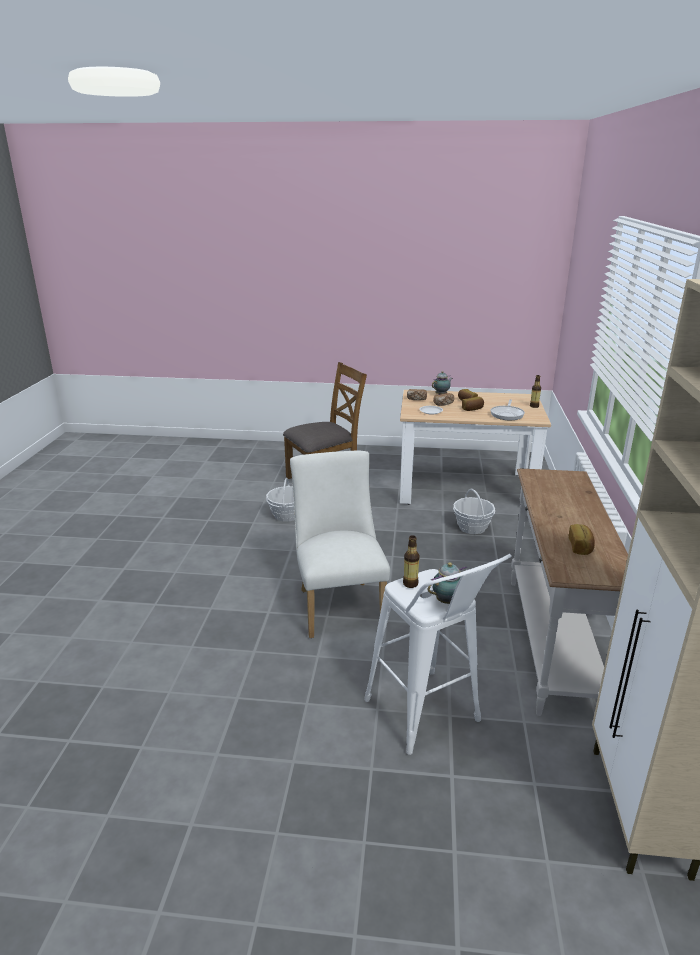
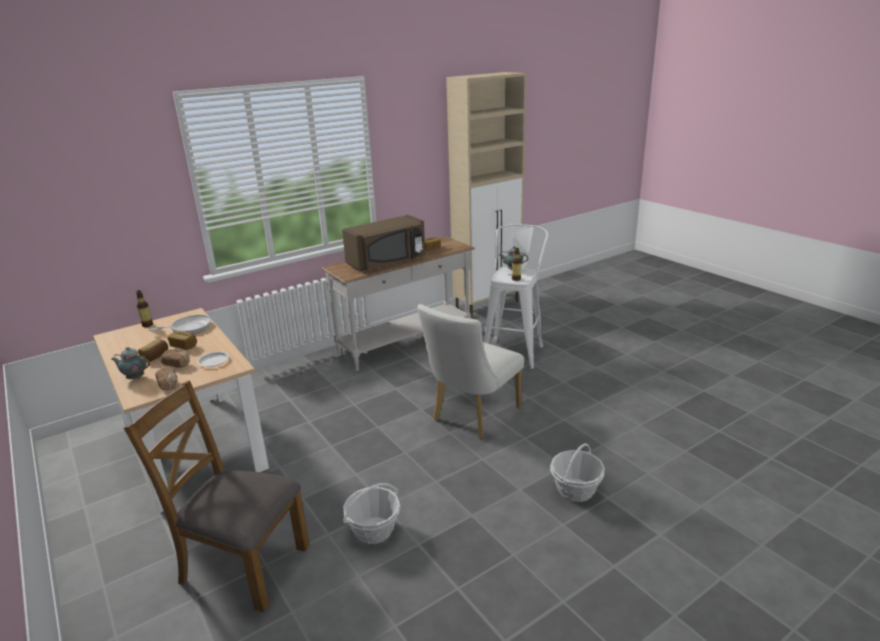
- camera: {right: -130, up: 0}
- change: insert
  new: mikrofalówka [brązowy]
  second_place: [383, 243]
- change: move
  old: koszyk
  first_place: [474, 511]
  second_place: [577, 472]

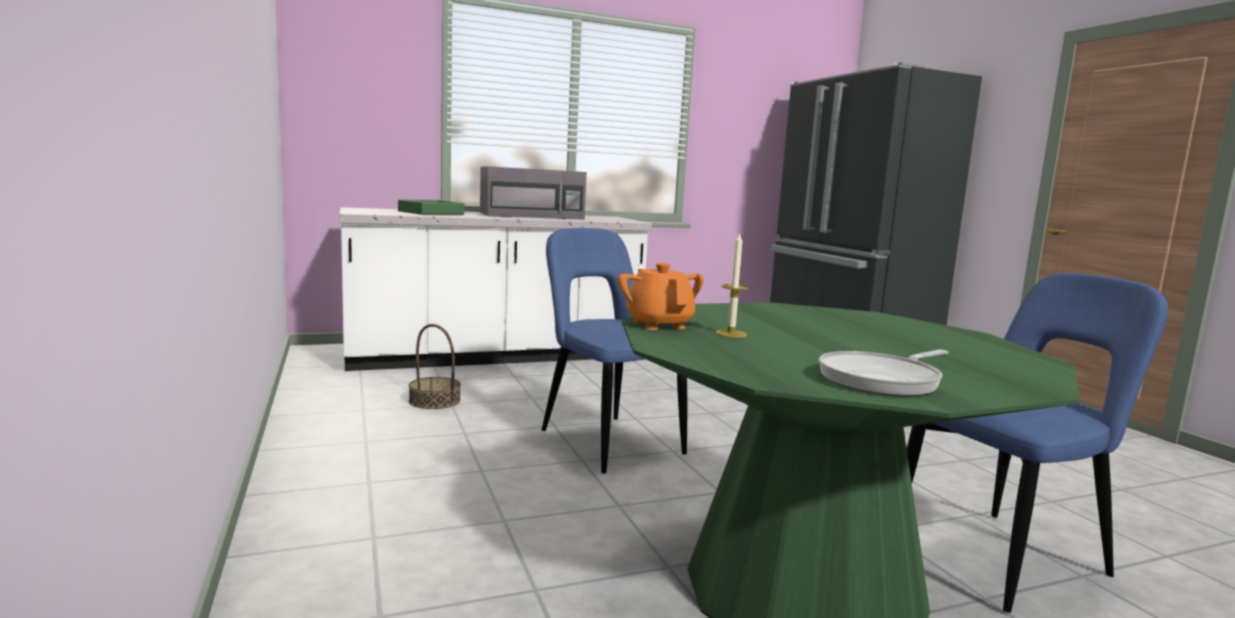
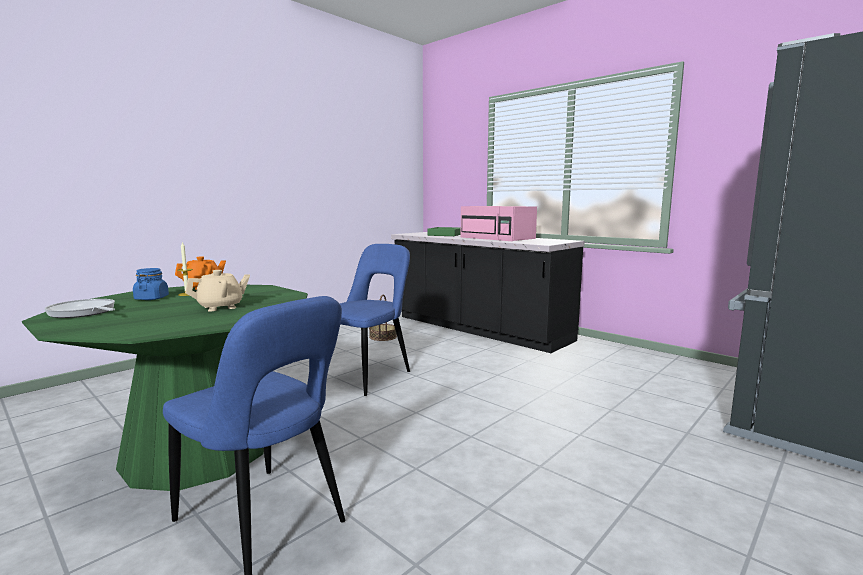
- camera: {right: 65, up: 0}
- change: insert
  new: słoik [niebieski]
  second_place: [151, 284]
- change: insert
  new: imbryk [beżowy]
  second_place: [217, 290]
- change: recolor
  old: zabudowa kuchenna [biały]
  new: zabudowa kuchenna [czarny]
  first_place: [496, 289]
  second_place: [488, 292]
- change: recolor
  old: mikrofalówka [szary]
  new: mikrofalówka [różowy]
  first_place: [533, 193]
  second_place: [499, 223]

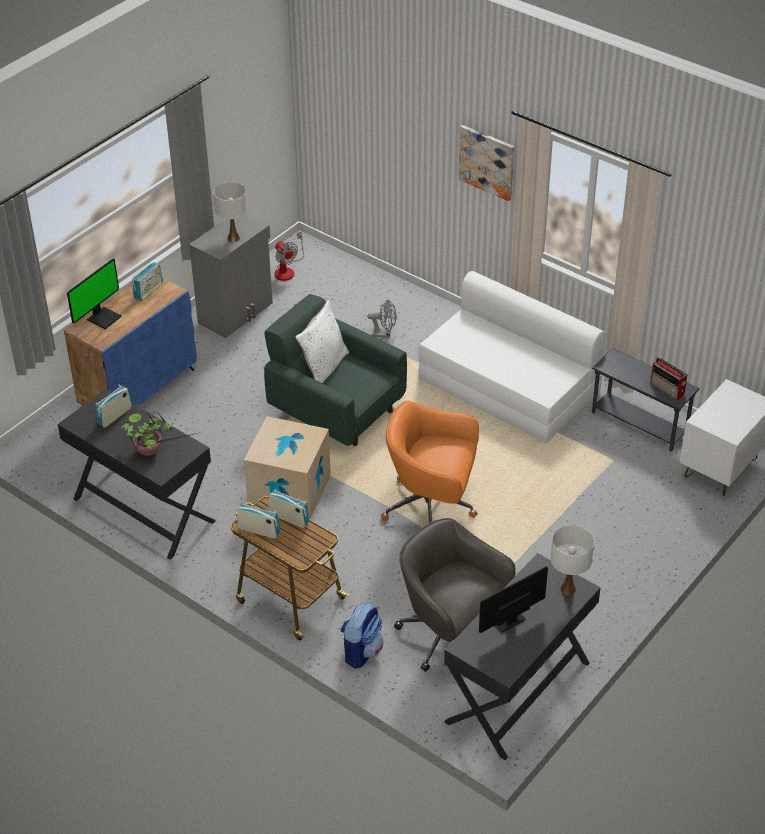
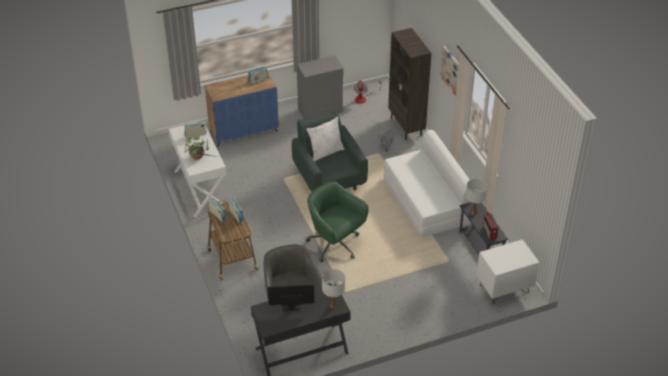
- camera: {right: 30, up: 0}
- change: recolor
  old: biurko [czarny]
  new: biurko [biały]
  first_place: [136, 474]
  second_place: [197, 169]
- change: recolor
  old: krzesło biurowe [pomarańczowy]
  new: krzesło biurowe [zielony]
  first_place: [430, 462]
  second_place: [337, 221]
- change: insert
  new: regał [brązowy]
  second_place: [410, 84]
- change: move
  old: lampa stołowa [biały]
  first_place: [230, 212]
  second_place: [477, 197]
- change: delete
  old: monitor
  first_place: [94, 294]
- change: delete
  old: karton
  first_place: [287, 467]
- change: delete
  old: plecak
  first_place: [361, 635]

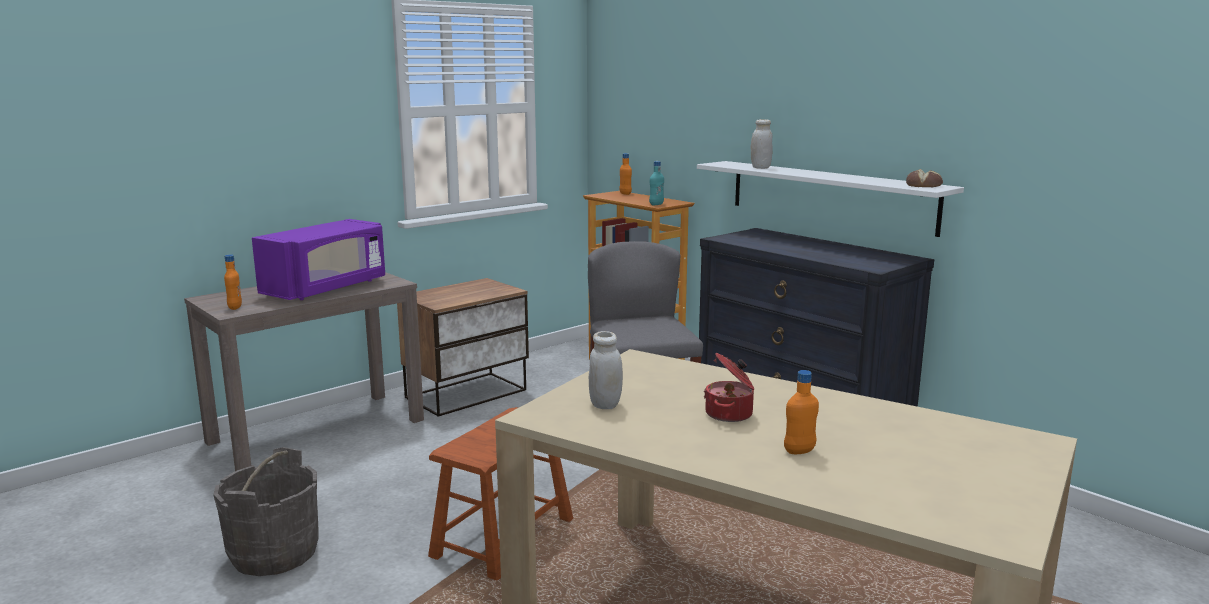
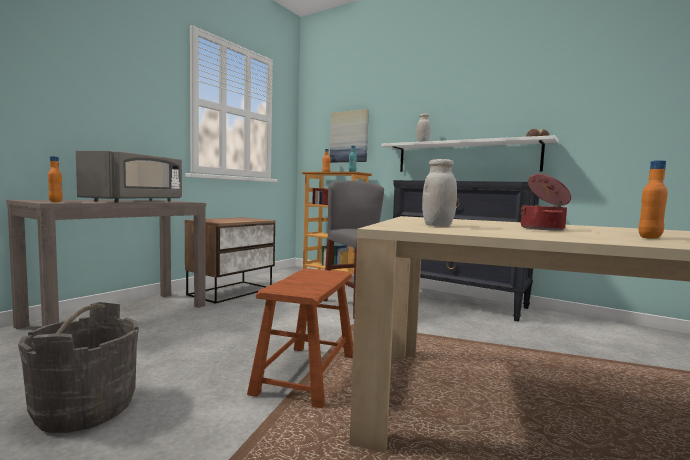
- camera: {right: -15, up: -10}
- change: recolor
  old: mikrofalówka [fioletowy]
  new: mikrofalówka [szary]
  first_place: [318, 259]
  second_place: [129, 176]
- change: insert
  new: obraz
  second_place: [349, 135]

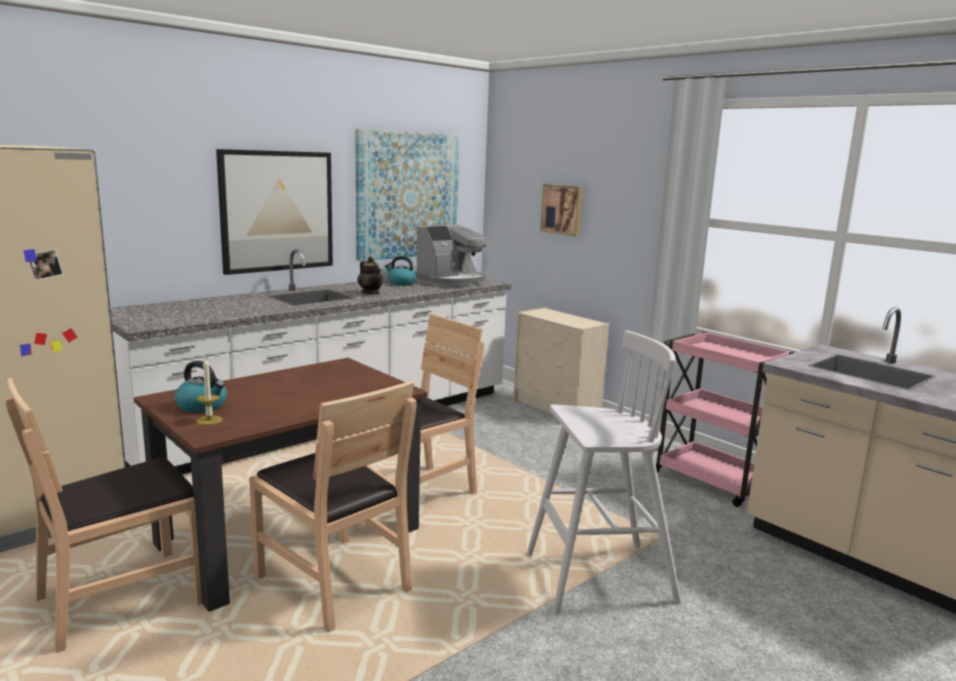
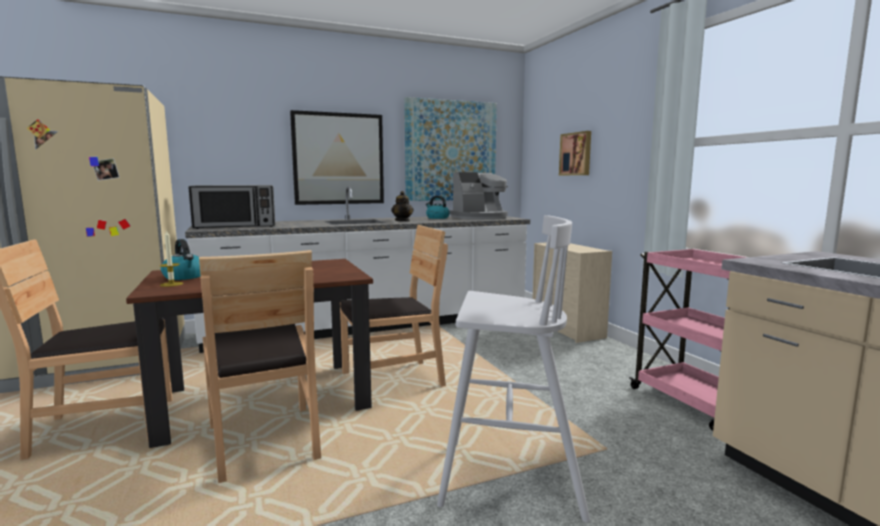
- camera: {right: 20, up: -5}
- change: insert
  new: mikrofalówka
  second_place: [231, 207]

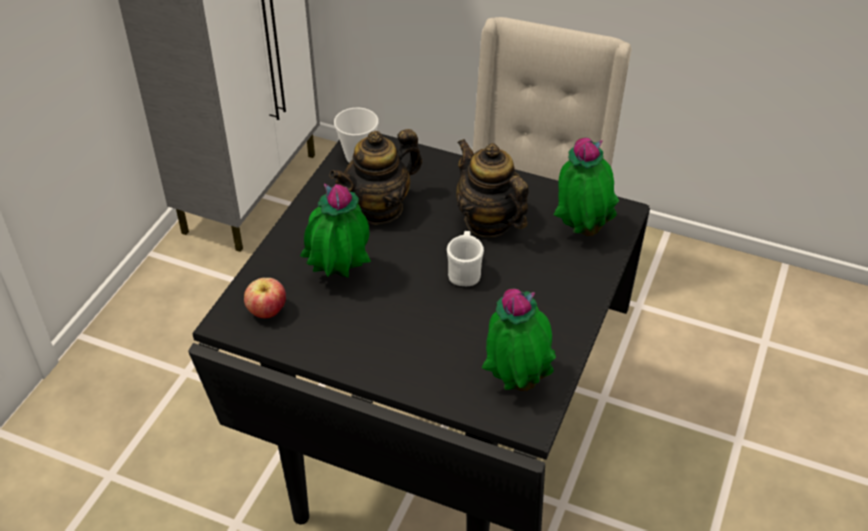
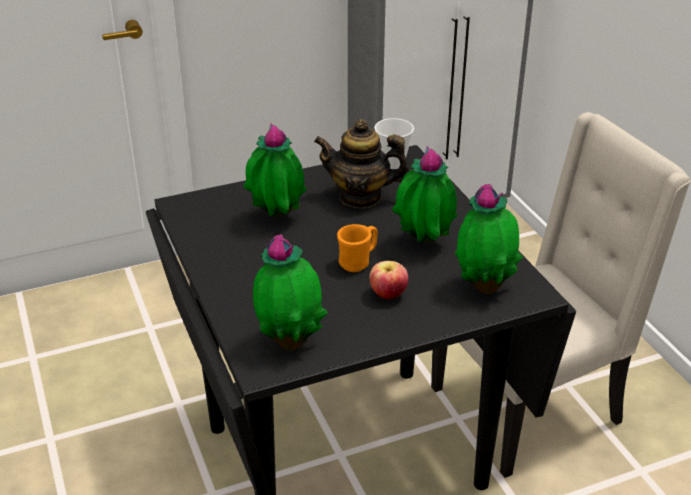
- camera: {right: 45, up: -10}
- change: recolor
  old: kubek [biały]
  new: kubek [pomarańczowy]
  first_place: [465, 258]
  second_place: [357, 248]
- change: move
  old: jabłko
  first_place: [265, 298]
  second_place: [389, 280]
- change: replace
  old: imbryk
  new: roślina doniczkowa
  first_place: [492, 188]
  second_place: [424, 194]

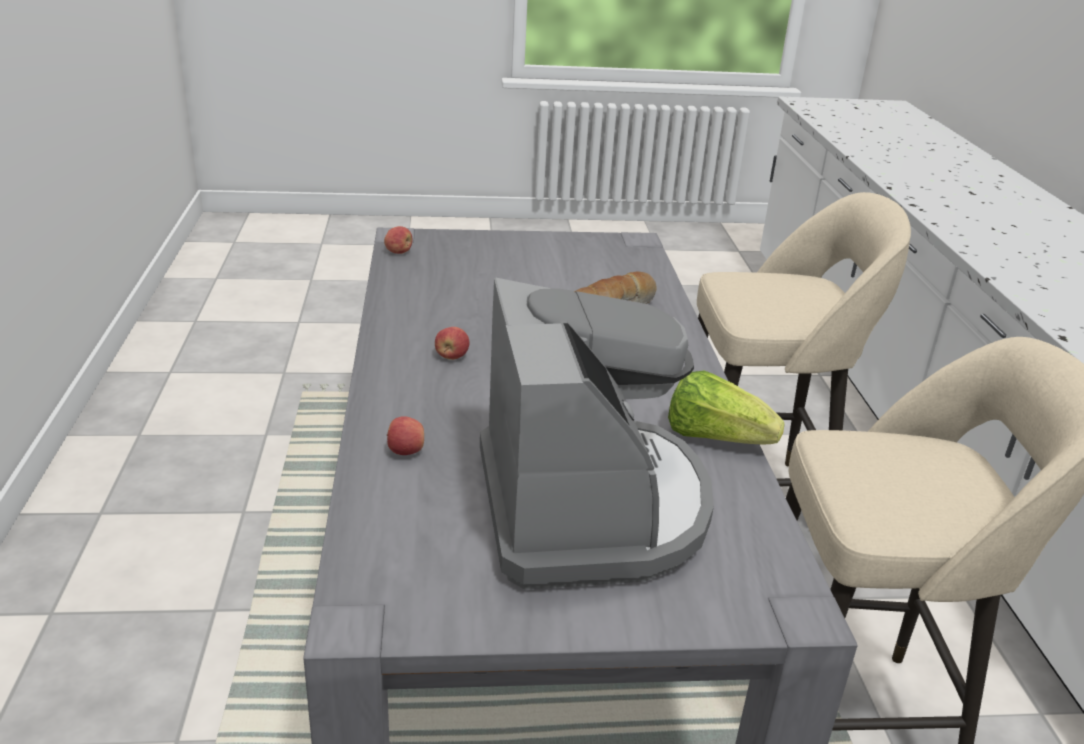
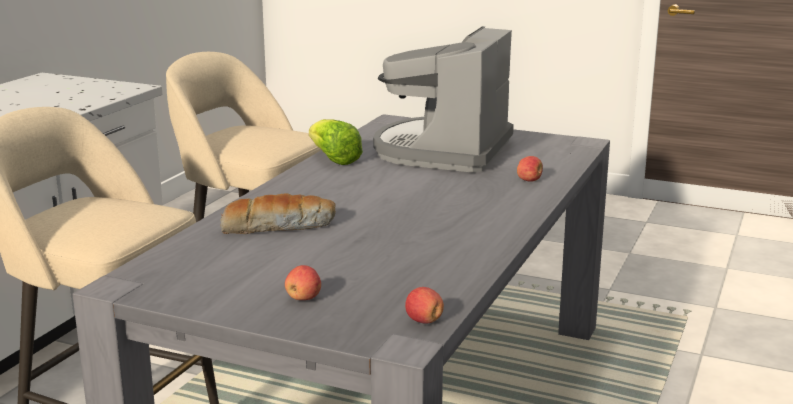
- camera: {right: -150, up: -10}
- change: move
  old: jabłko
  first_place: [452, 343]
  second_place: [303, 282]

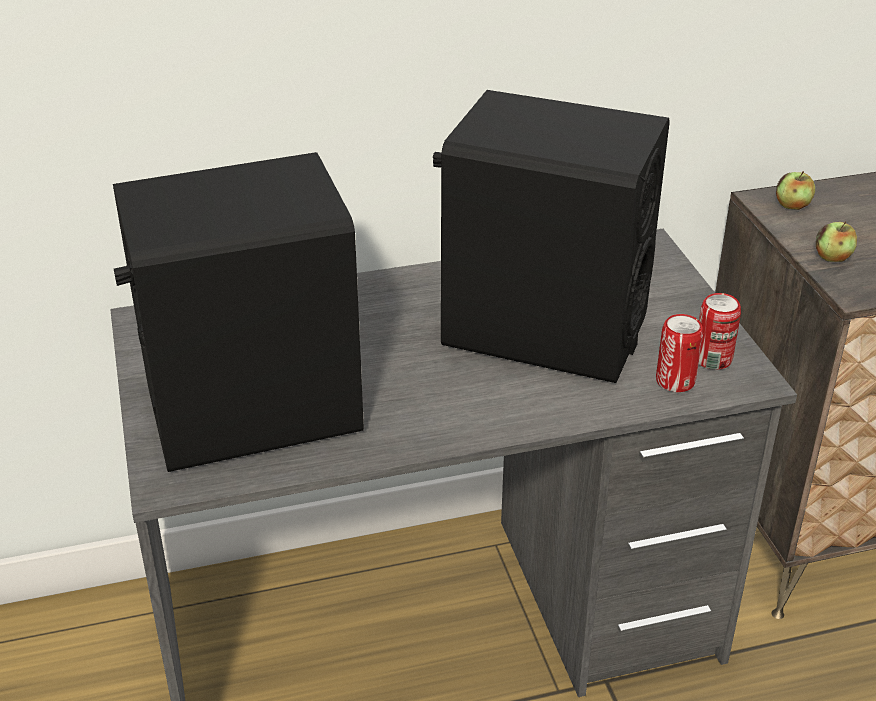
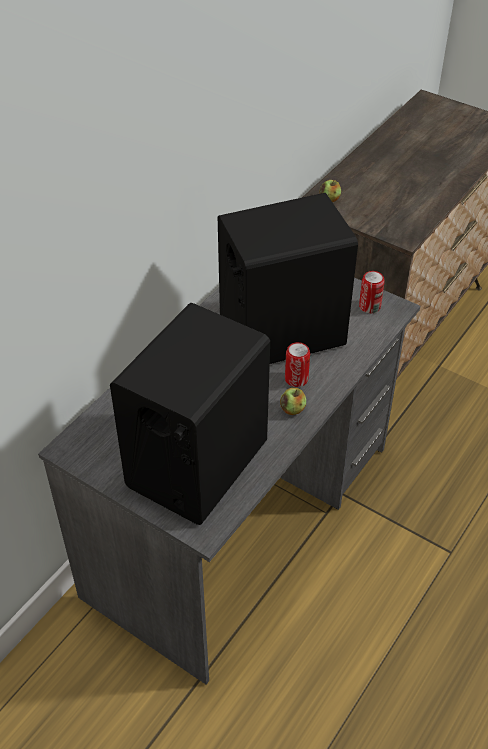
- camera: {right: -40, up: 10}
- change: move
  old: jabłko
  first_place: [836, 241]
  second_place: [293, 401]
- change: move
  old: puszka
  first_place: [679, 353]
  second_place: [297, 364]

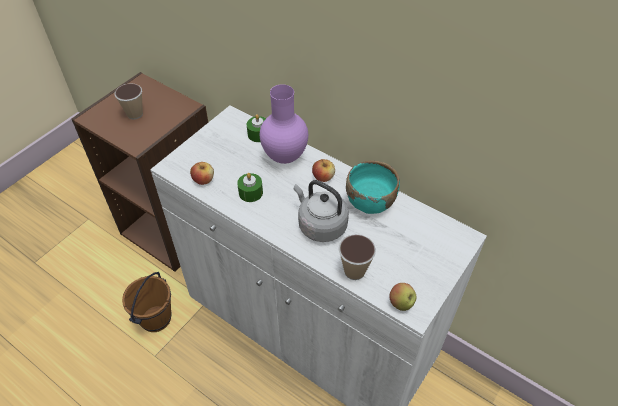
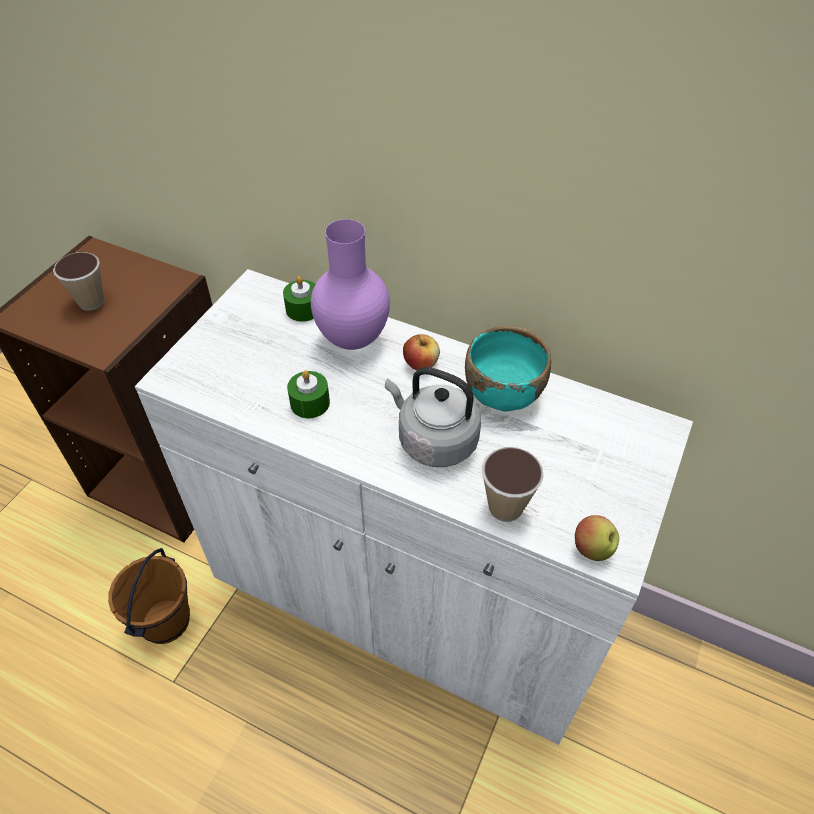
- camera: {right: -10, up: 0}
- change: delete
  old: jabłko
  first_place: [202, 173]

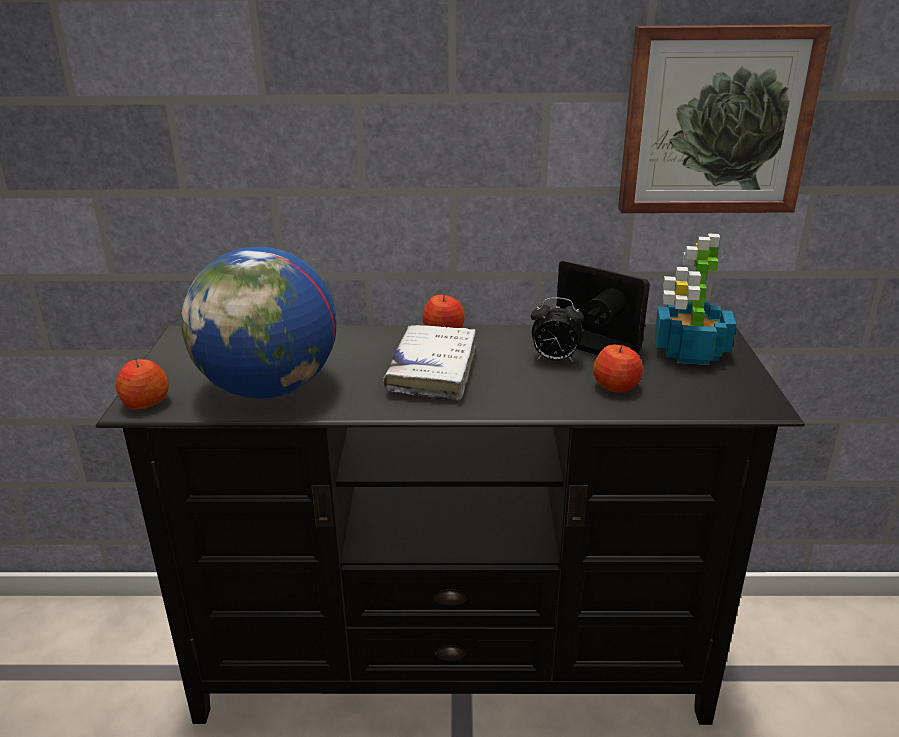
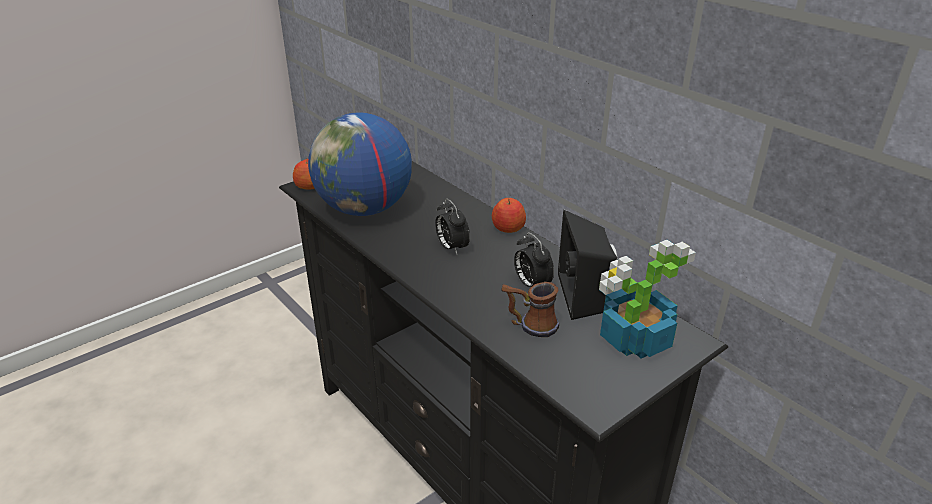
- camera: {right: 50, up: 5}
- change: replace
  old: książka [biały]
  new: budzik
  first_place: [429, 363]
  second_place: [452, 226]
- change: replace
  old: jabłko
  new: kubek
  first_place: [618, 368]
  second_place: [530, 309]
- change: delete
  old: obraz
  first_place: [725, 118]

